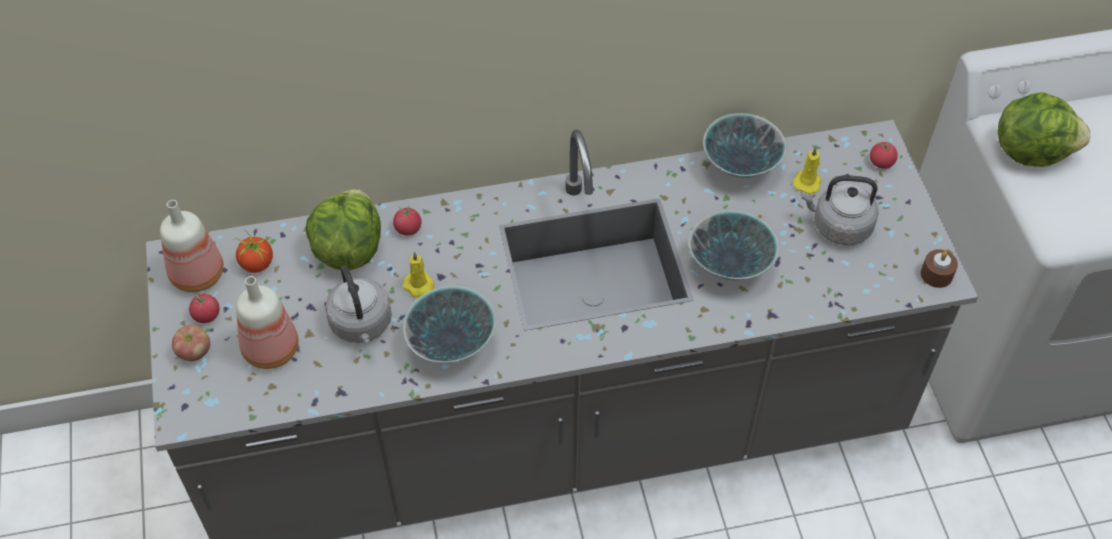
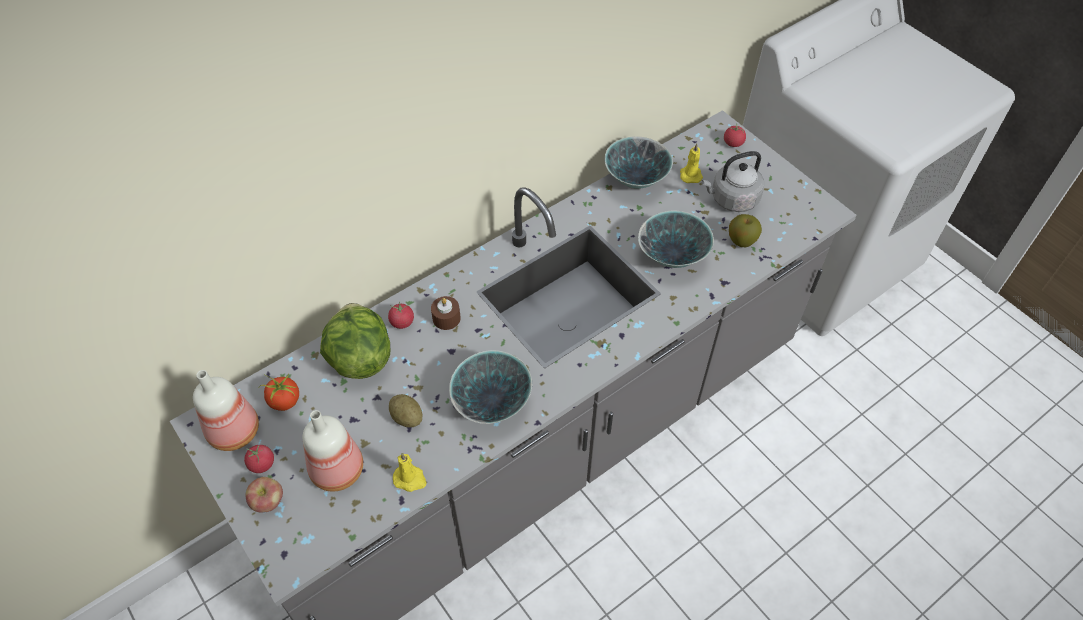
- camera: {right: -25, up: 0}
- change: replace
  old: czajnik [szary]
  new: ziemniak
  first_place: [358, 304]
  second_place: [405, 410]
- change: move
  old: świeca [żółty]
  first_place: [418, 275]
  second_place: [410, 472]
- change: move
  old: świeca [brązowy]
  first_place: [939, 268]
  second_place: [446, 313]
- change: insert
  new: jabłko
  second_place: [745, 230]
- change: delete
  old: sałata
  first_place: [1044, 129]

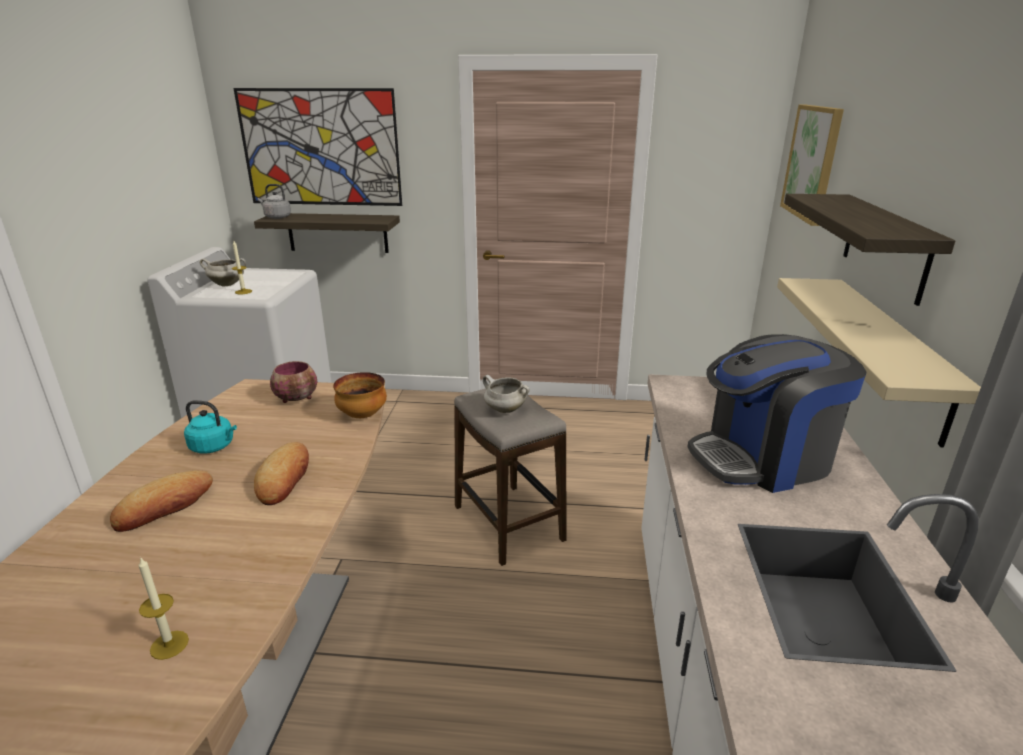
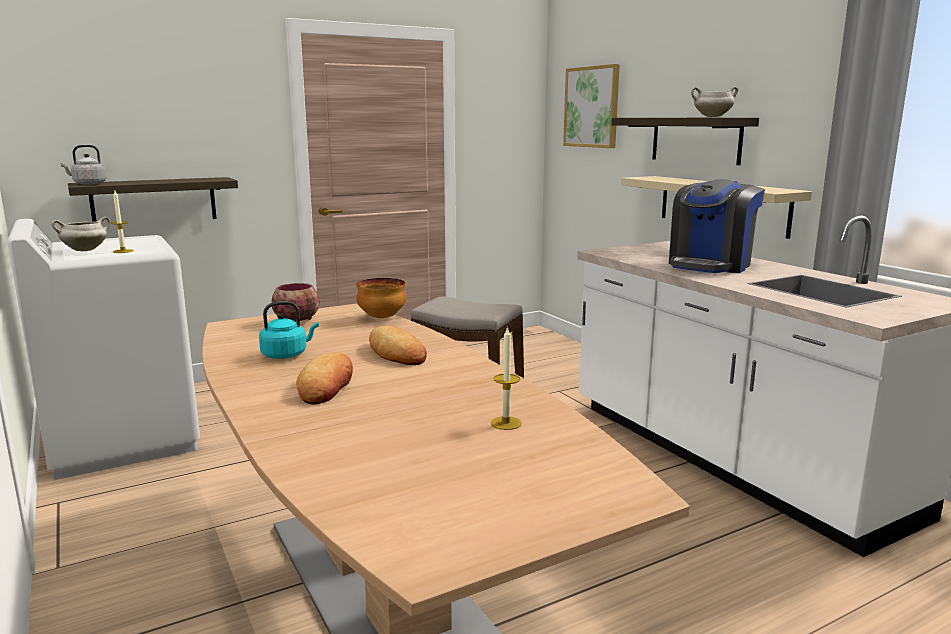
- camera: {right: -35, up: -10}
- change: move
  old: garnek [biały]
  first_place: [506, 394]
  second_place: [714, 102]
- change: delete
  old: obraz
  first_place: [317, 147]

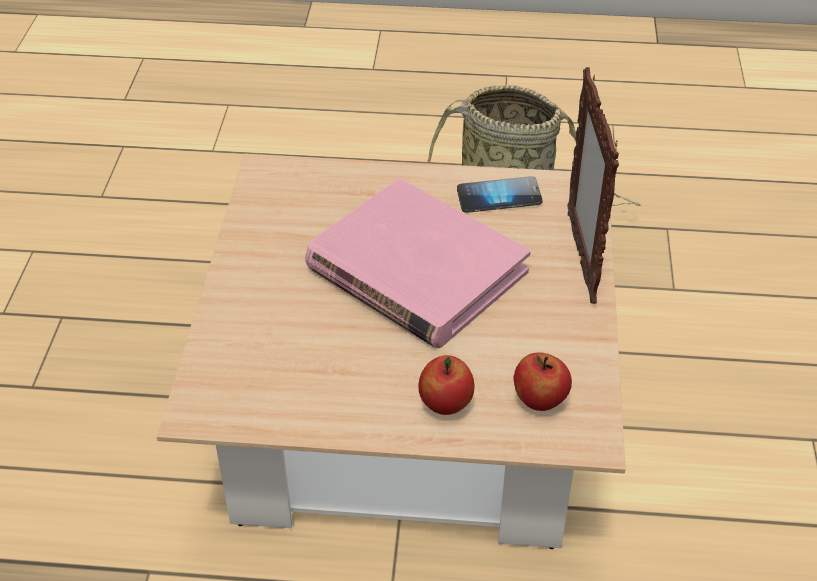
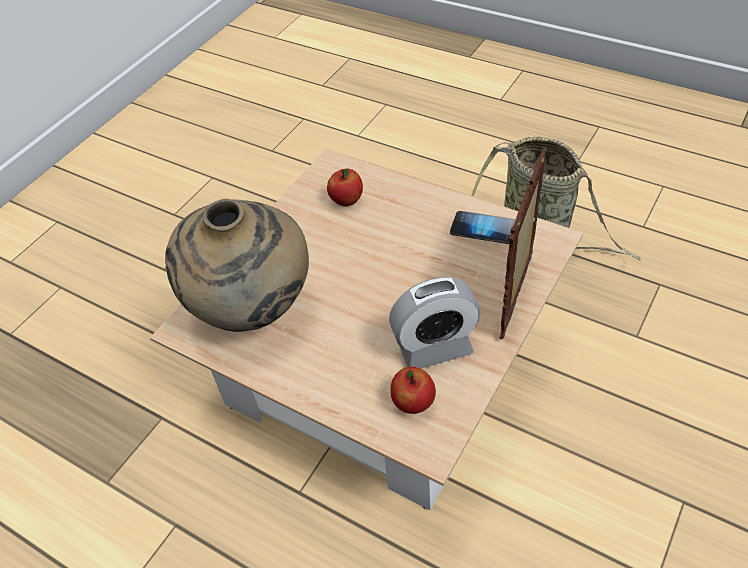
- camera: {right: 30, up: 5}
- change: insert
  new: wazon [beżowy]
  second_place: [237, 265]
- change: move
  old: jabłko
  first_place: [446, 385]
  second_place: [345, 187]
- change: insert
  new: budzik
  second_place: [435, 323]
- change: delete
  old: książka [różowy]
  first_place: [418, 263]

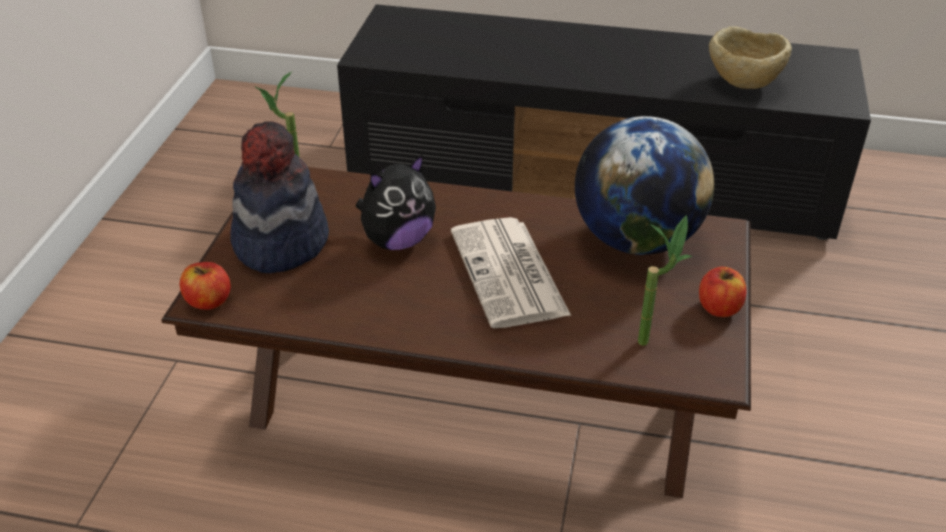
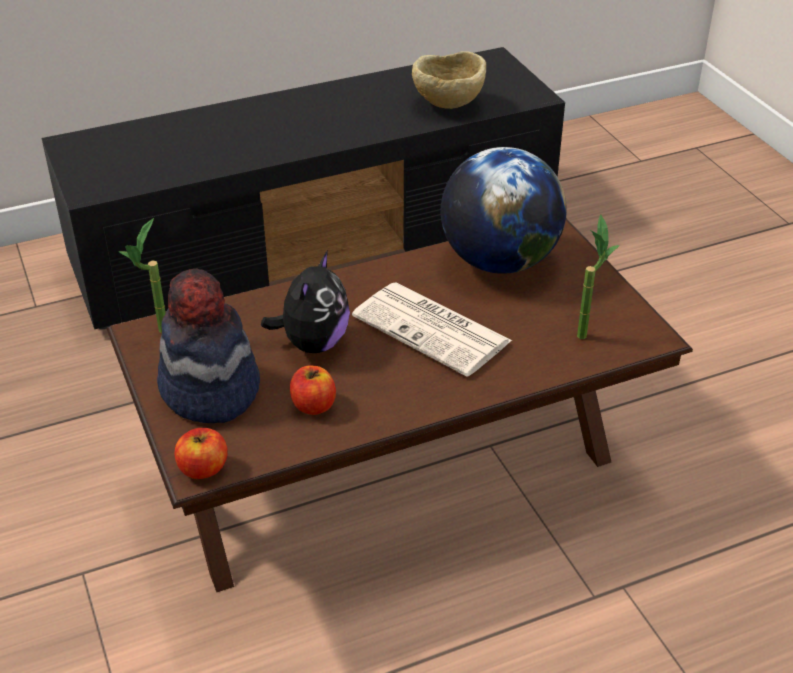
- camera: {right: -35, up: 0}
- change: move
  old: jabłko
  first_place: [722, 292]
  second_place: [313, 390]

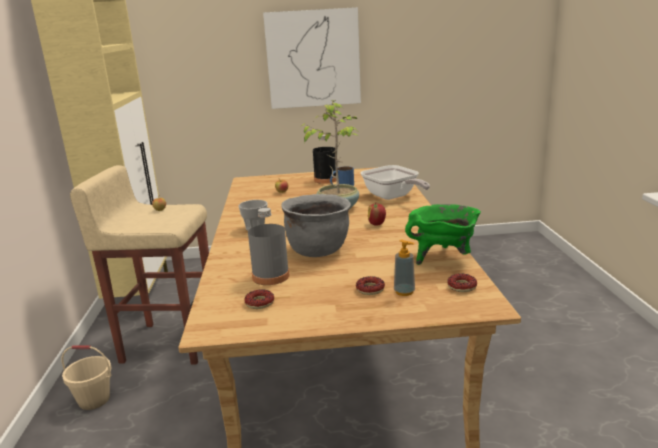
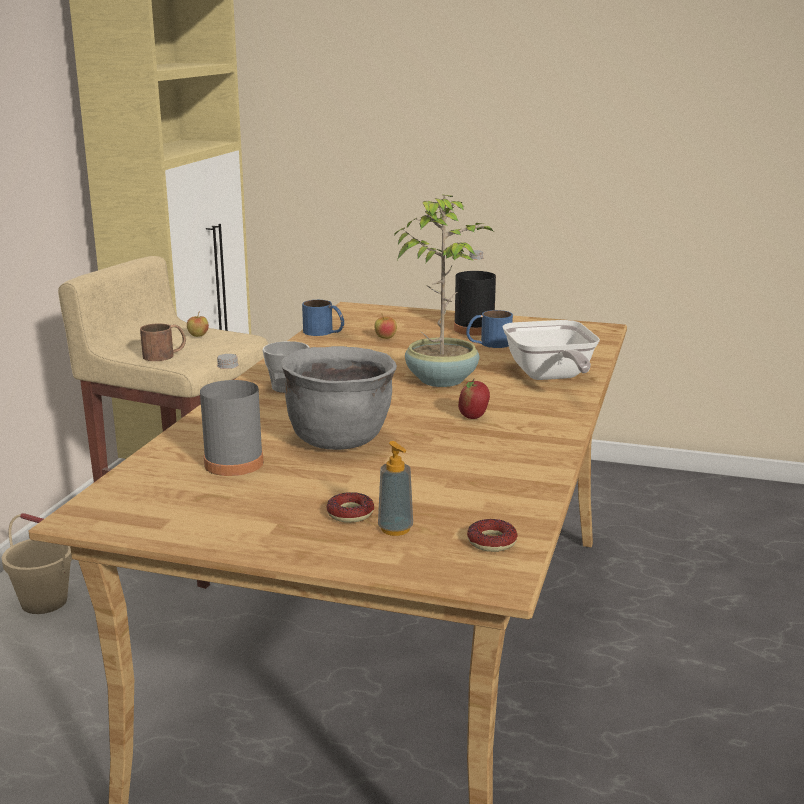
- camera: {right: 20, up: 0}
- change: insert
  new: kubek [brązowy]
  second_place: [163, 342]
- change: insert
  new: kubek [niebieski]
  second_place: [323, 318]
- change: delete
  old: donut
  first_place: [259, 299]
- change: delete
  old: obraz
  first_place: [312, 58]
- change: delete
  old: garnek [zielony]
  first_place: [443, 234]

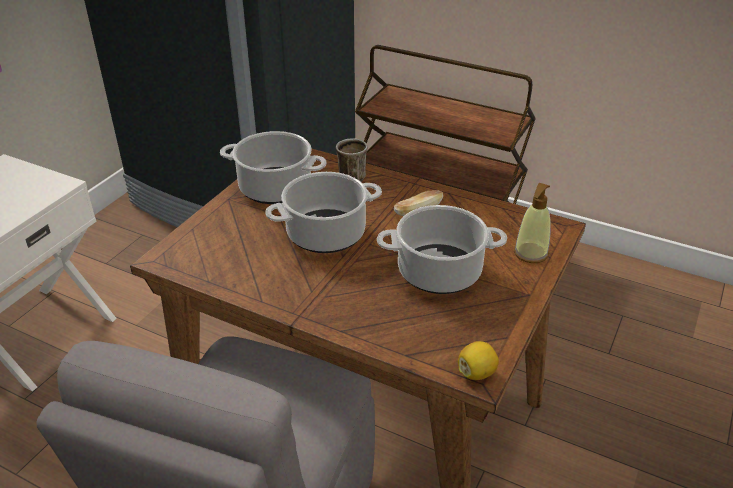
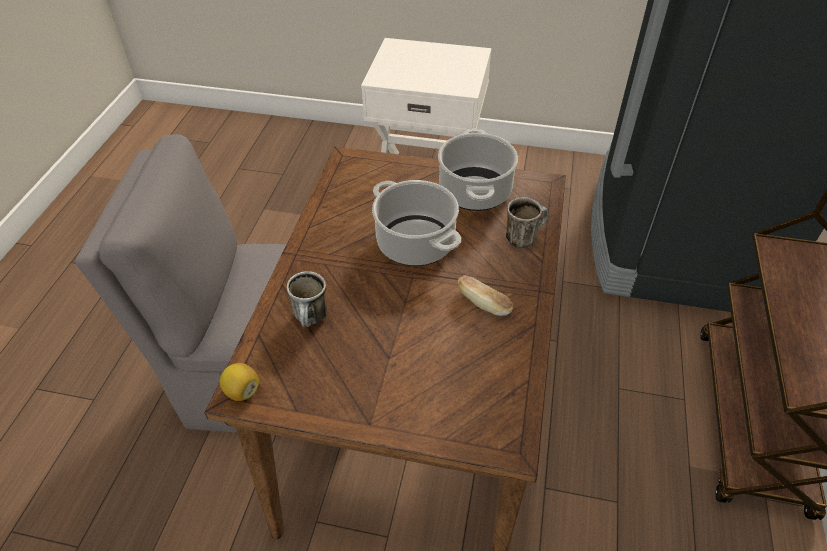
- camera: {right: 75, up: 10}
- change: insert
  new: kubek
  second_place: [307, 299]
- change: delete
  old: garnek
  first_place: [442, 249]
- change: delete
  old: dozownik mydła
  first_place: [532, 223]

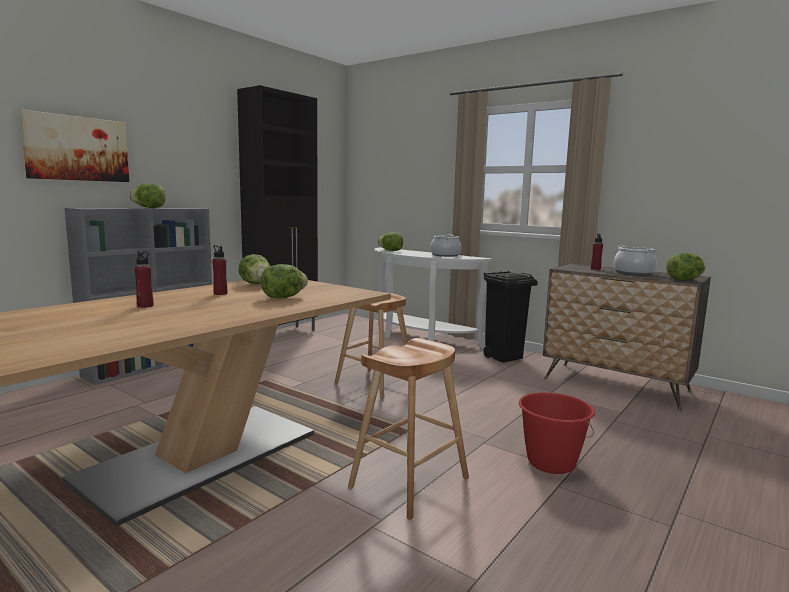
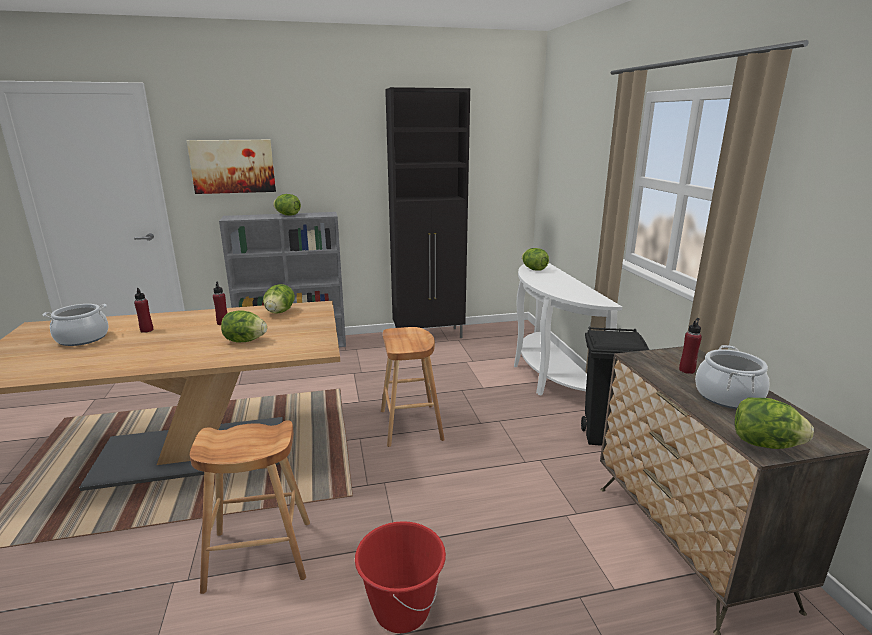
- camera: {right: 40, up: 10}
- change: move
  old: garnek
  first_place: [446, 246]
  second_place: [76, 325]

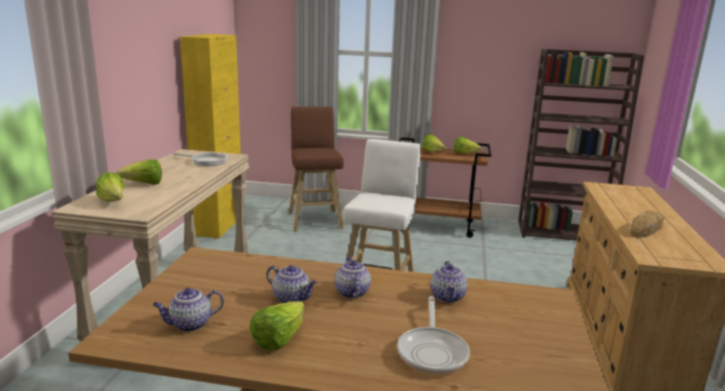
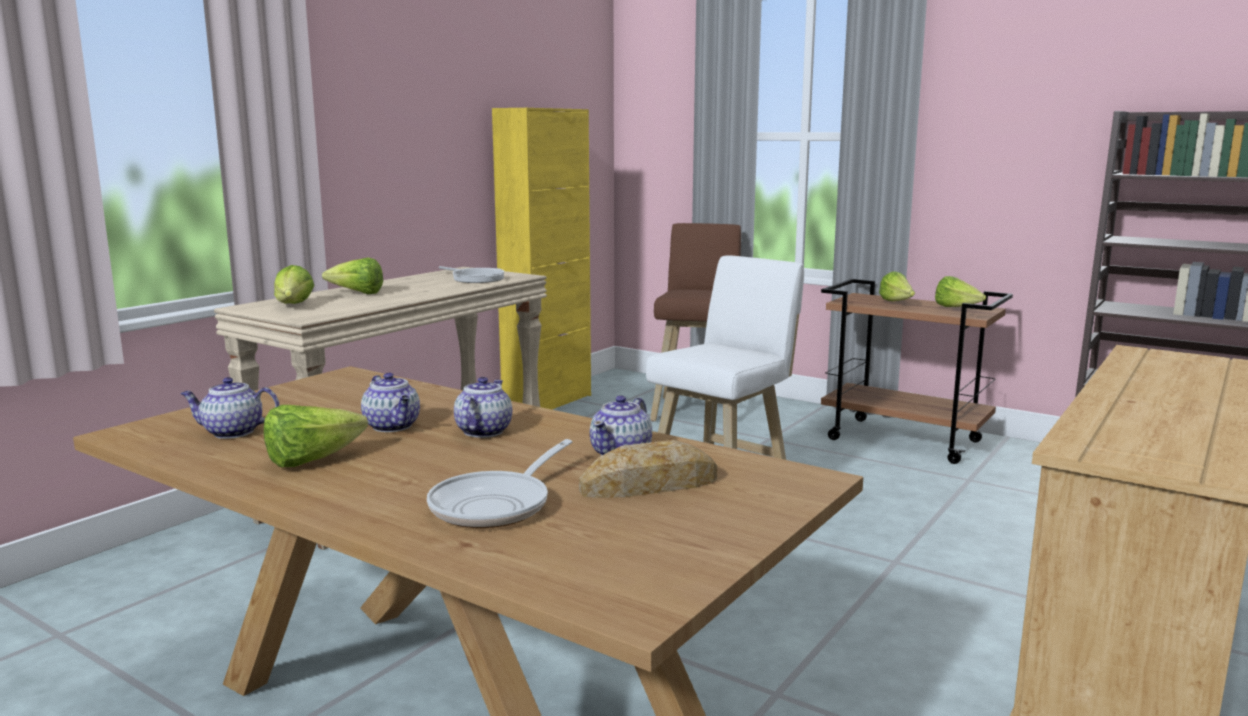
- camera: {right: 25, up: -5}
- change: move
  old: chleb
  first_place: [647, 224]
  second_place: [648, 469]

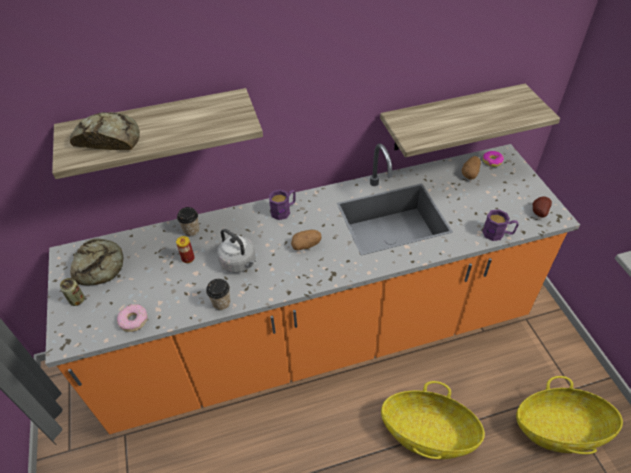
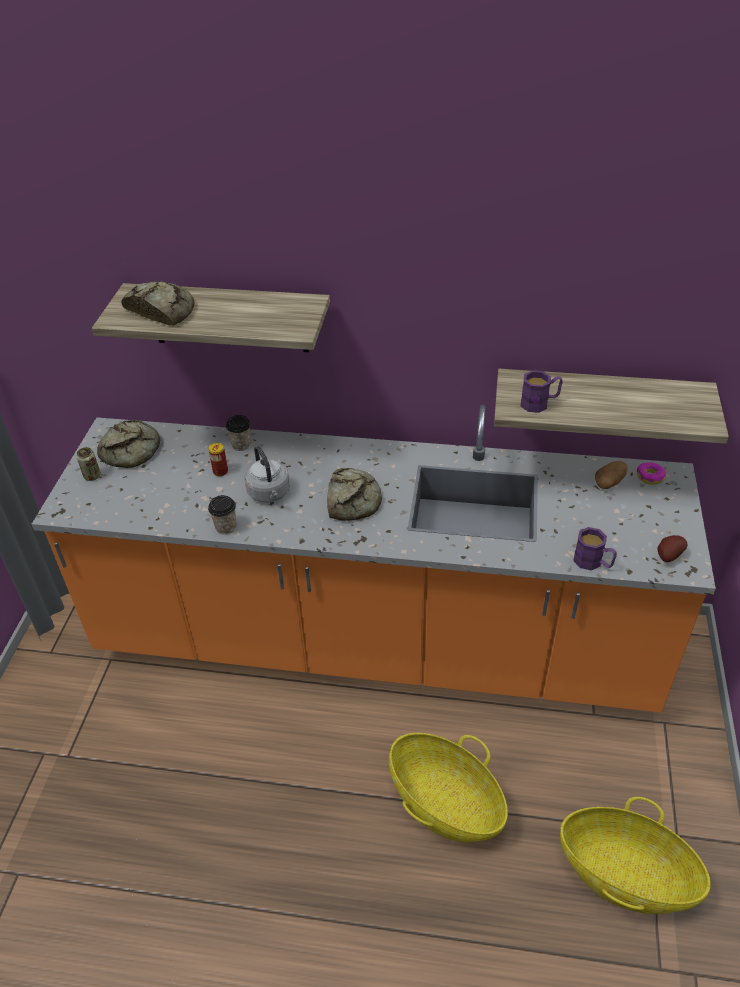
- camera: {right: 25, up: -5}
- change: replace
  old: ziemniak
  new: chleb
  first_place: [306, 240]
  second_place: [354, 494]
- change: move
  old: kubek [fioletowy]
  first_place: [282, 204]
  second_place: [542, 391]
- change: delete
  old: donut
  first_place: [132, 318]

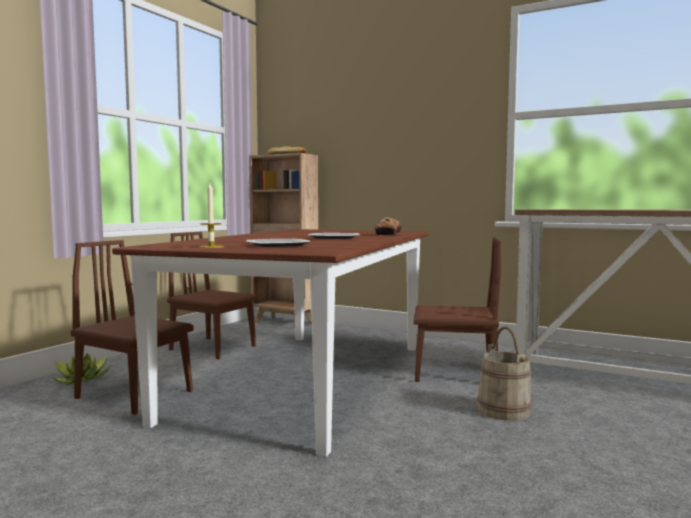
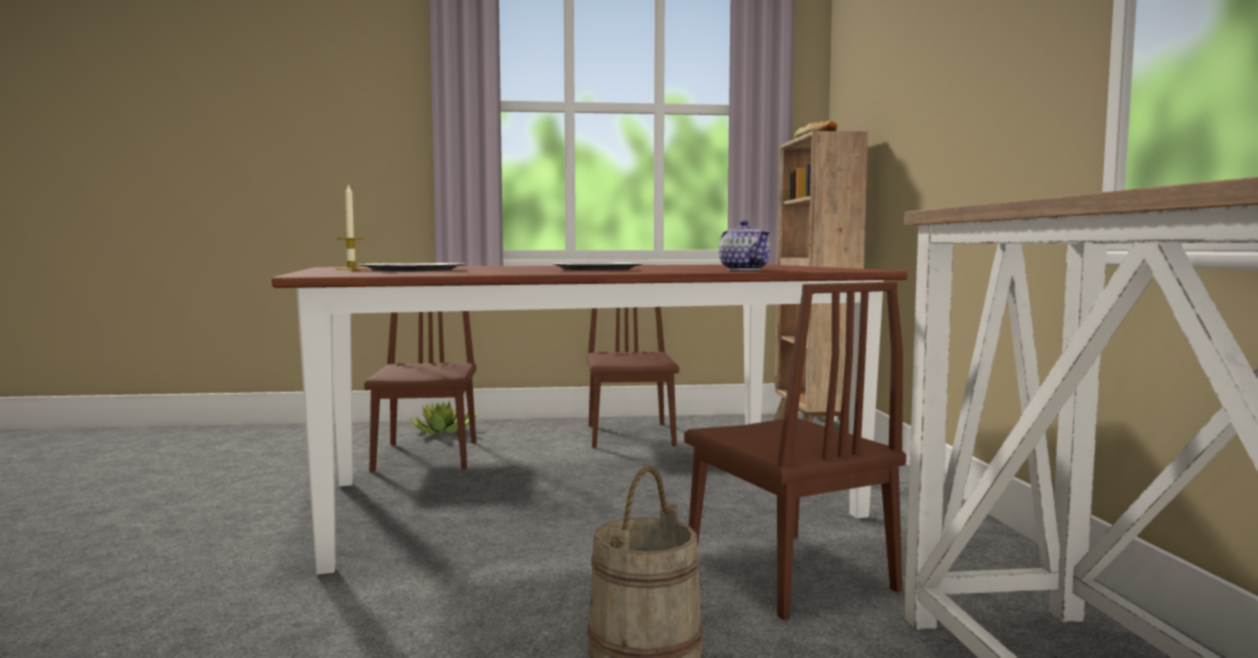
- camera: {right: 55, up: 0}
- change: replace
  old: chleb
  new: imbryk
  first_place: [387, 226]
  second_place: [744, 245]

